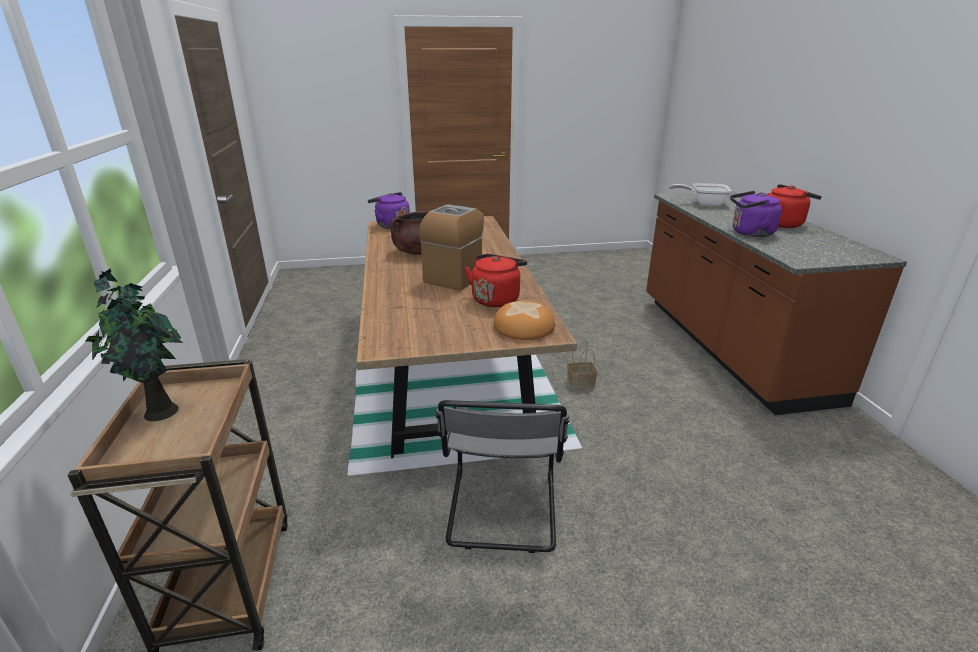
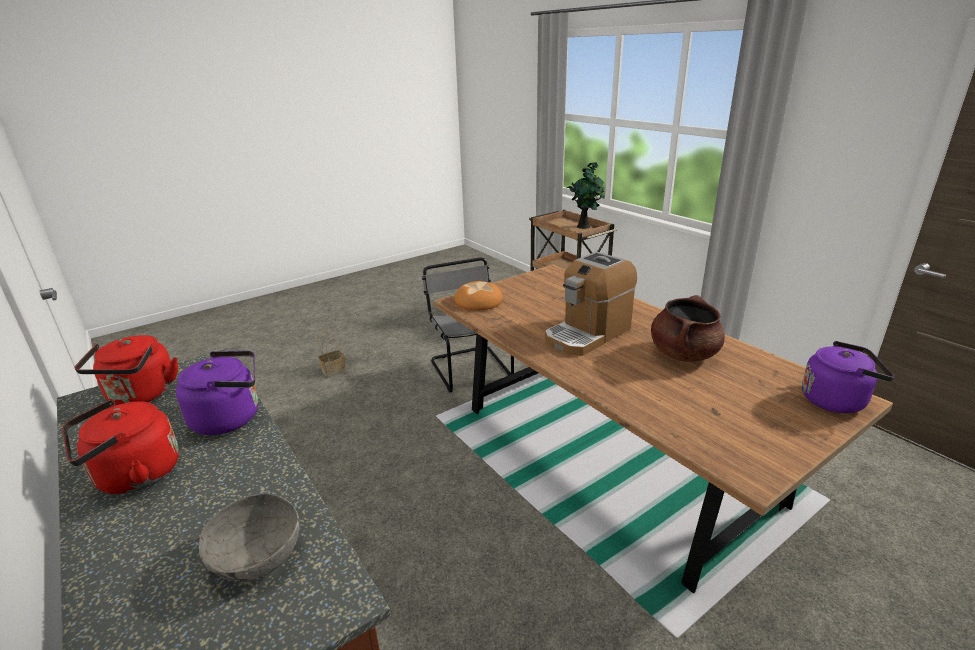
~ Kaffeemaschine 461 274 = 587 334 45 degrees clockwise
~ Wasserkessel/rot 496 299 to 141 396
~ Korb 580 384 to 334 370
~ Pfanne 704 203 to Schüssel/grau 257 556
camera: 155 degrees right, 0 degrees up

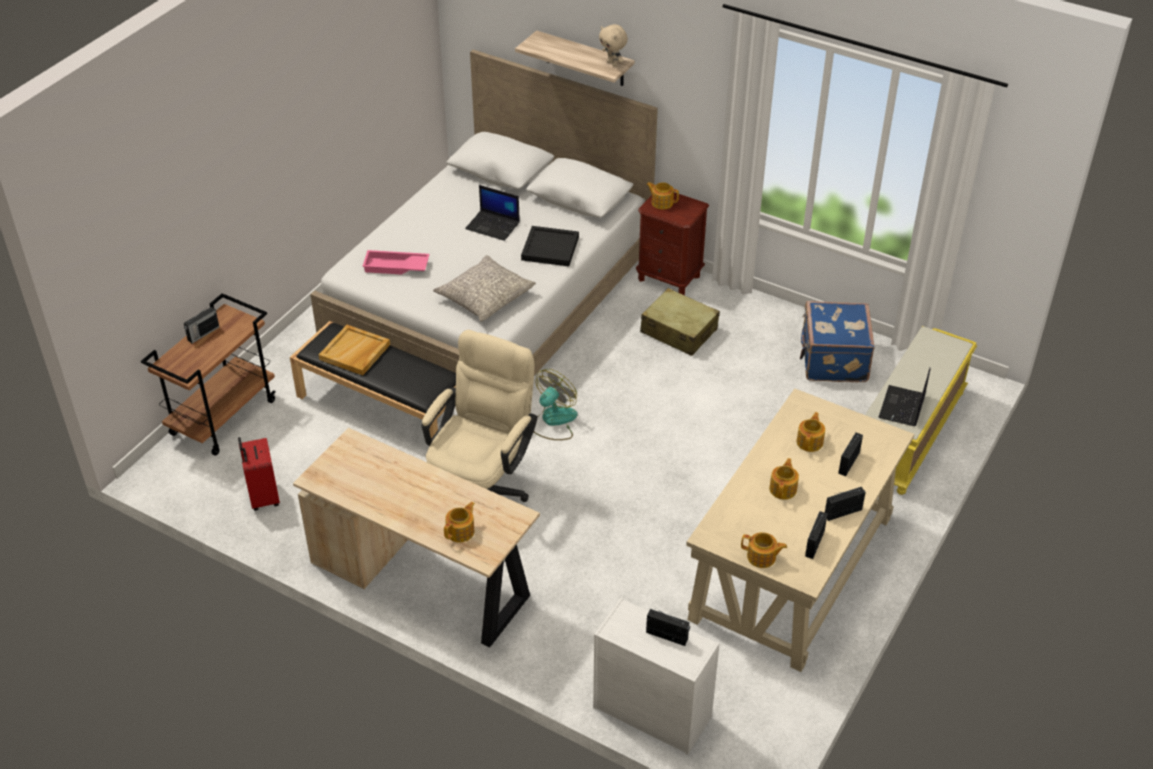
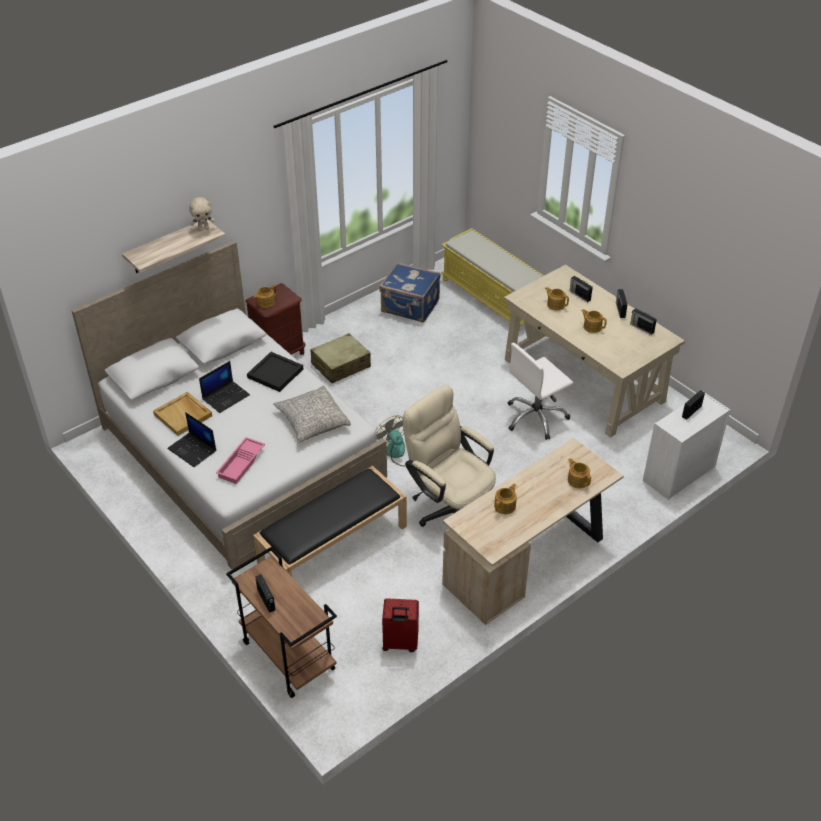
~ Tablett/beige 355 352 to 183 415
~ Teekanne 762 557 to 505 506
~ Laptop 902 407 to 193 450
+ Bürostuhl/weiß 536 417
camera: 70 degrees left, 0 degrees up

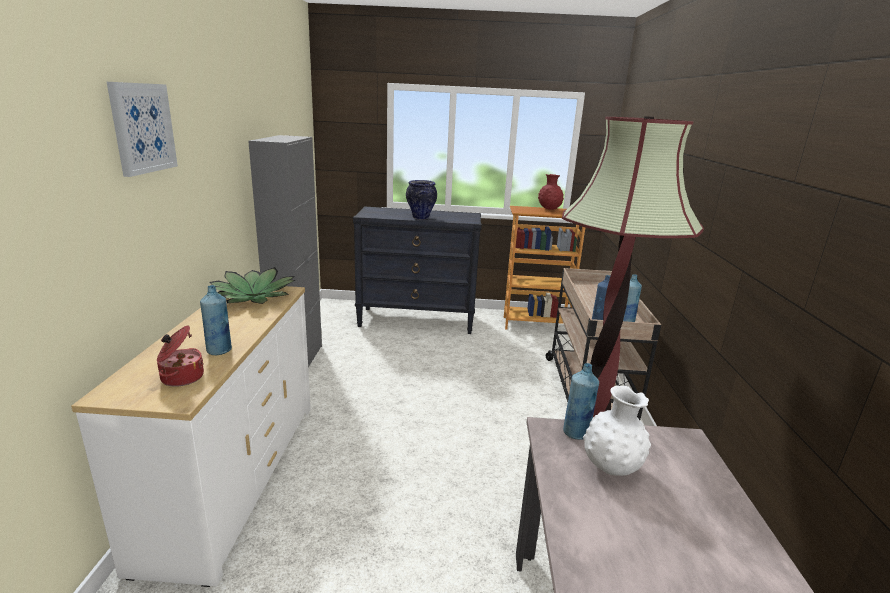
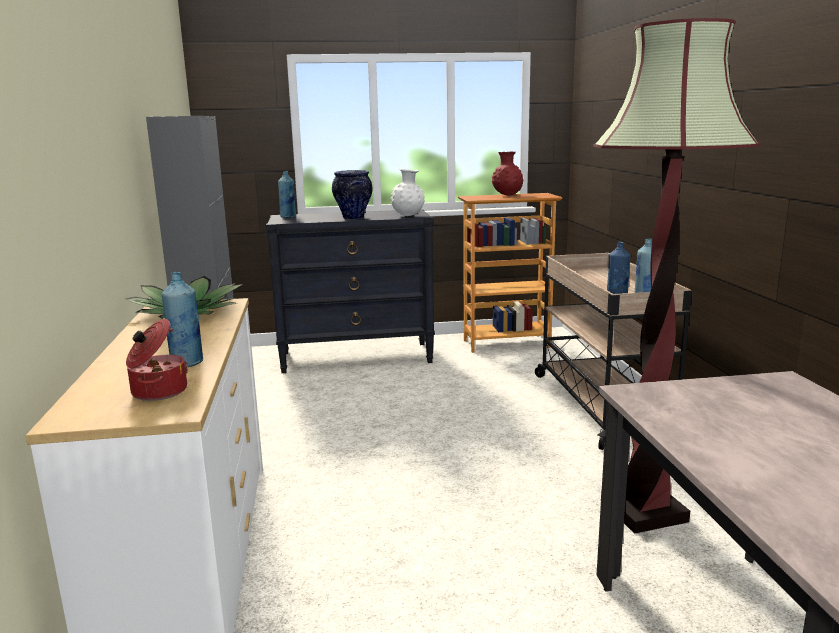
- Bild 142 128
~ Flasche/blau 576 433 to 288 217
~ Vase/weiß 611 467 to 408 216
camera: 10 degrees left, 5 degrees down

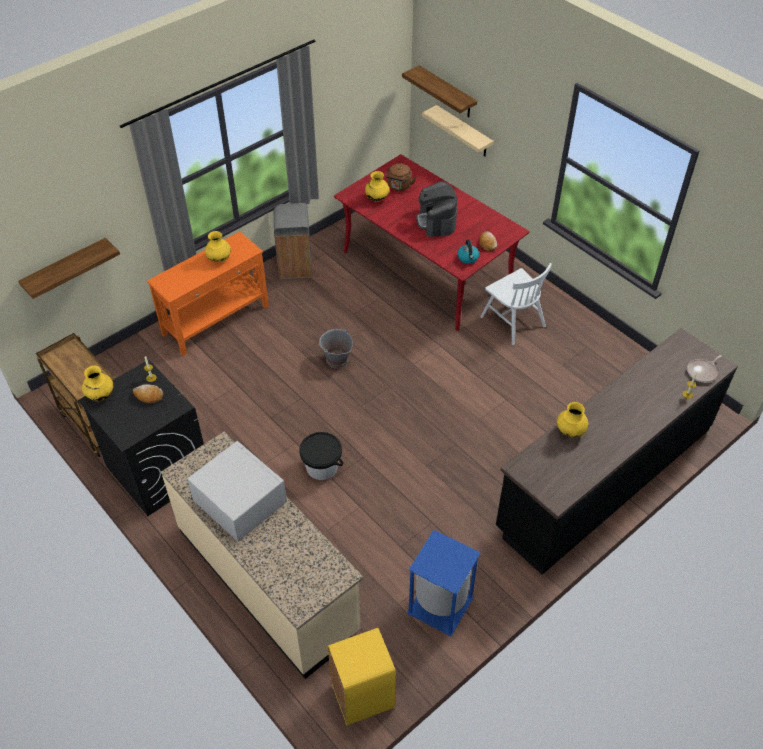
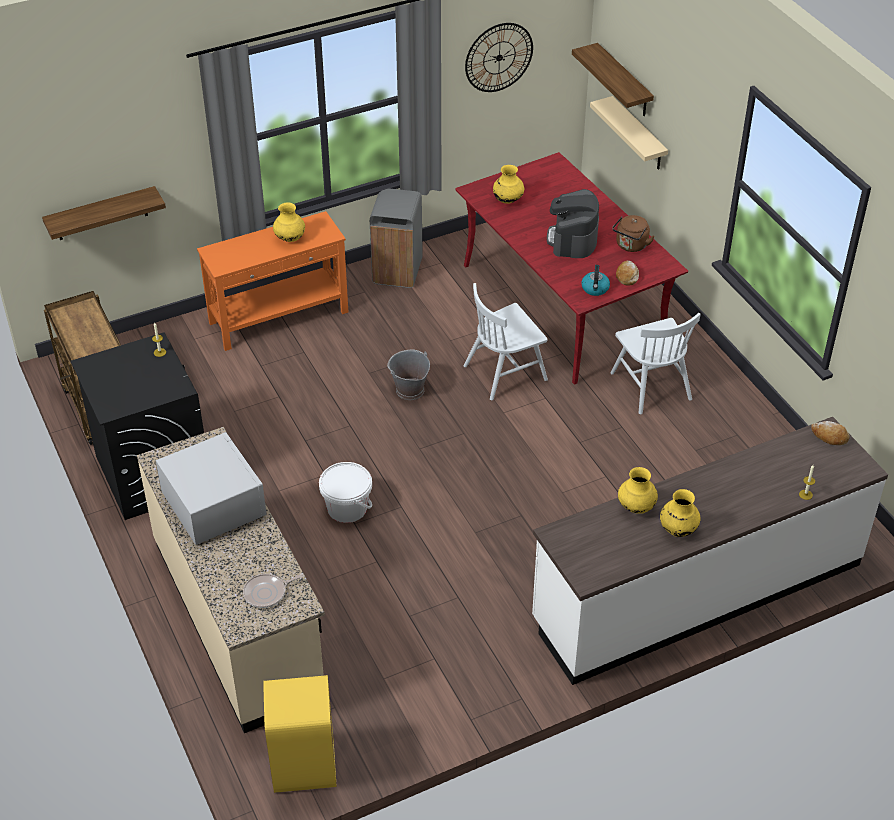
~ Vase/gelb 100 395 to 678 529
~ Brot 148 396 to 829 436
~ Eimer/schwarz 322 467 to Eimer/weiß 347 508
~ Wasserkessel/braun 399 186 to 631 246
- Mülleimer/blau 440 606
~ Küchenzeile/schwarz 604 477 to Küchenzeile/weiß 697 592
~ Pfanne 702 372 to 267 593
+ Stuhl/weiß 505 372
+ Wanduhr 499 57
camera: 15 degrees right, 5 degrees down

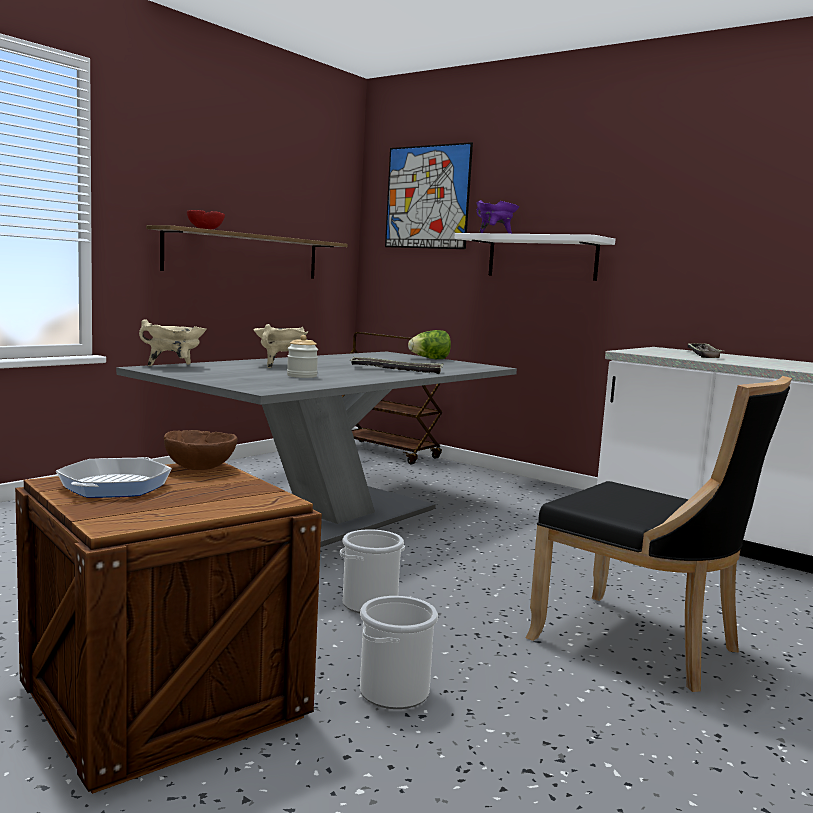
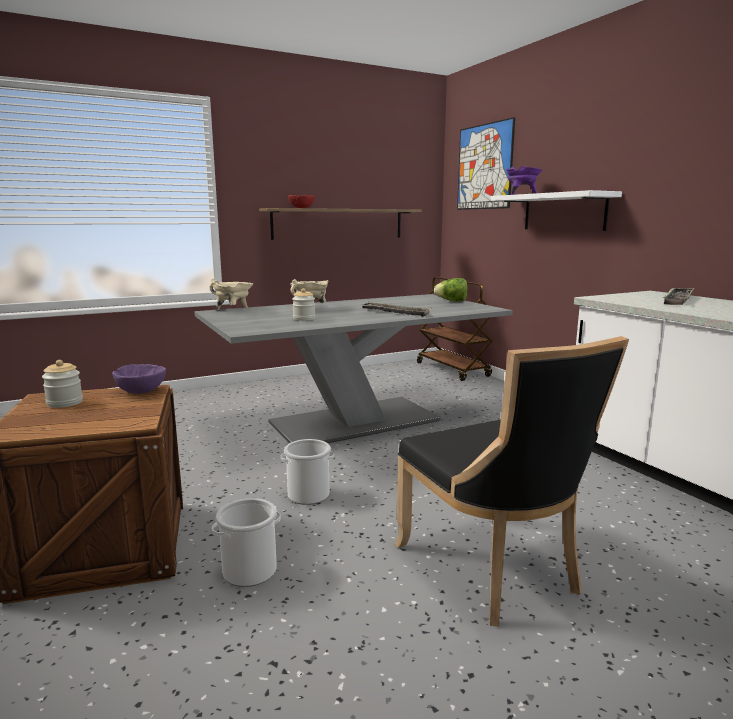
~ Pfanne 115 486 to Vorratsglas 65 403
~ Schüssel/braun 198 468 to Schüssel/lila 140 392
camera: 25 degrees right, 5 degrees up

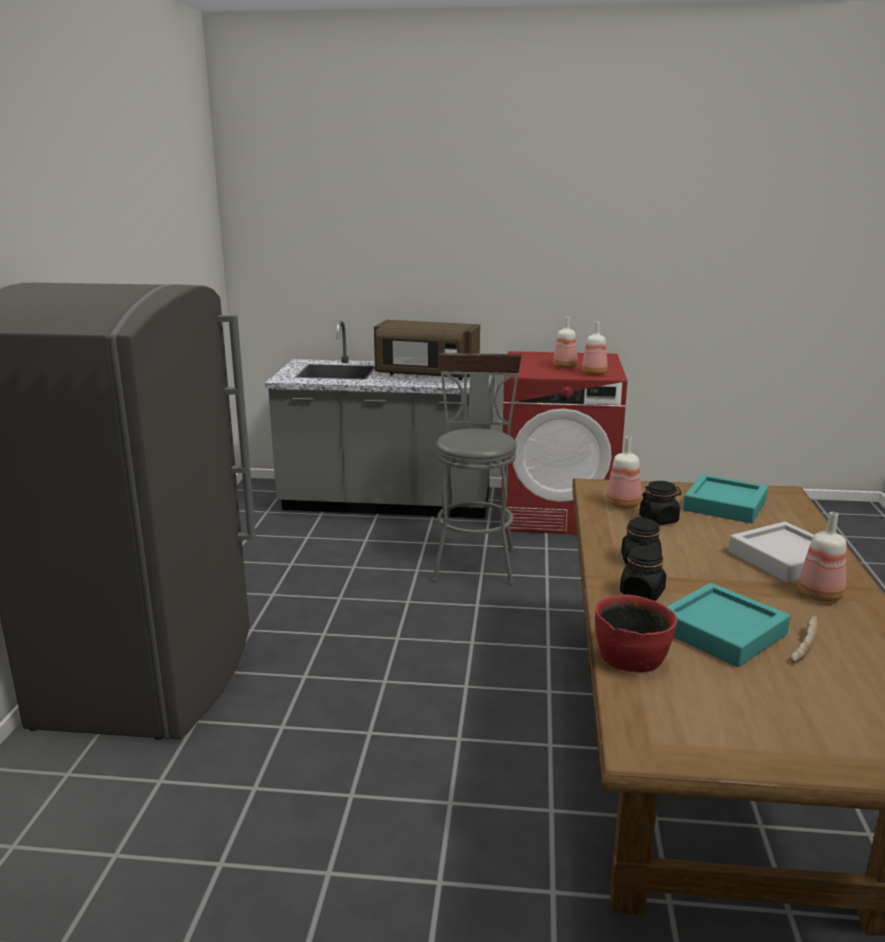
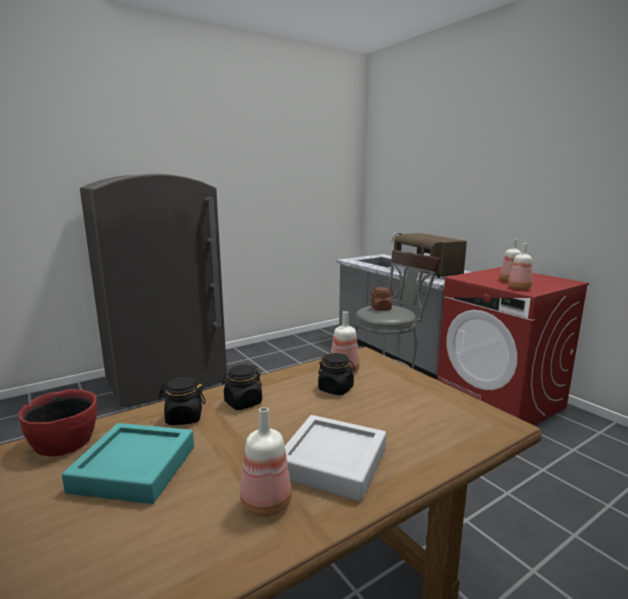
- Tablett/türkis 725 505
- Brot 802 646
+ Vorratsglas/braun 381 309
camera: 50 degrees right, 5 degrees down

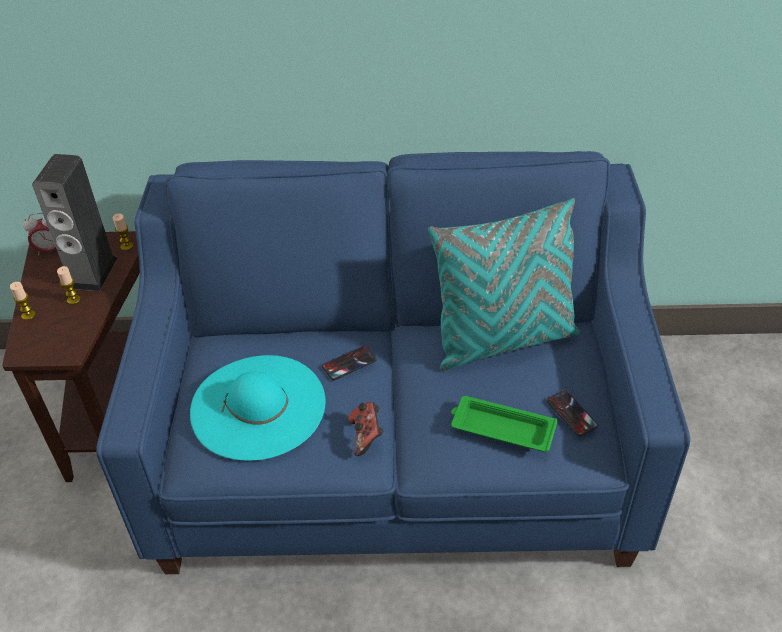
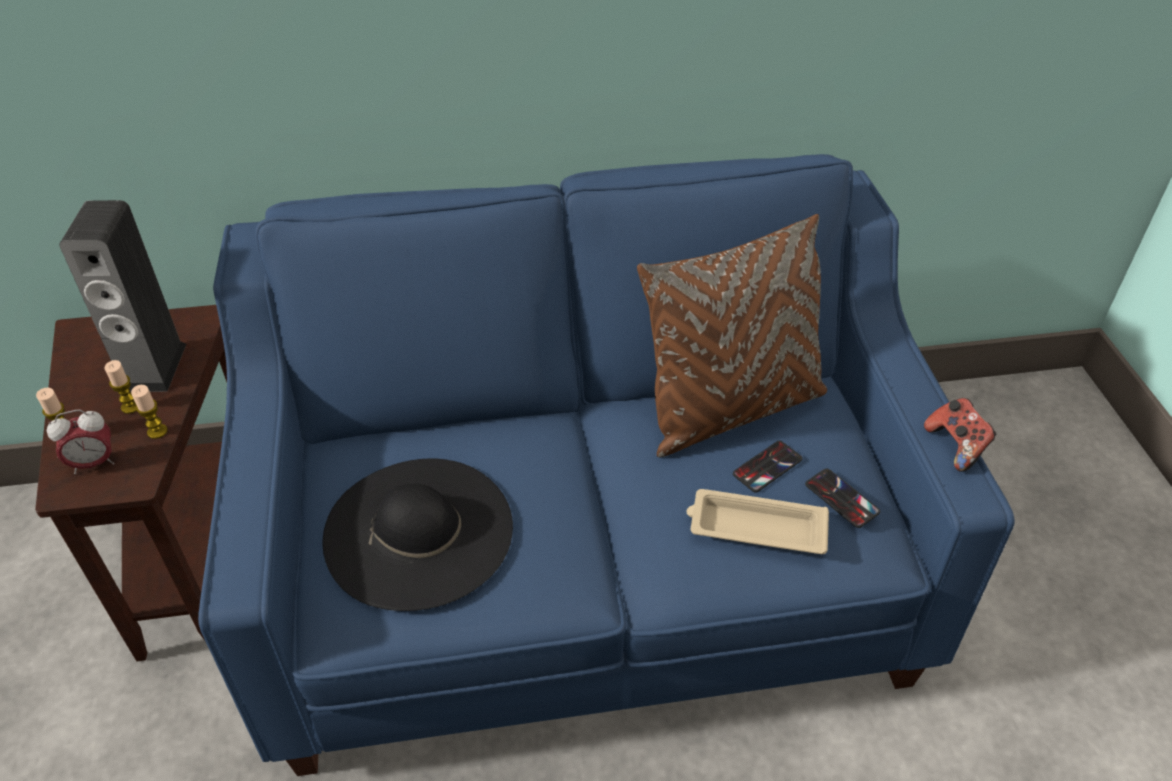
~ Wecker 50 250 to 94 463
~ Kerze 126 246 to 157 431
~ Hut/türkis 258 406 to Hut/schwarz 419 531
~ Handy 349 363 to 767 467
~ Gamepad 366 436 to 956 446
~ Kissen/türkis 503 340 to Kissen/braun 730 409
~ Tablett/grün 501 428 to Tablett/beige 755 528
camera: 10 degrees left, 0 degrees up

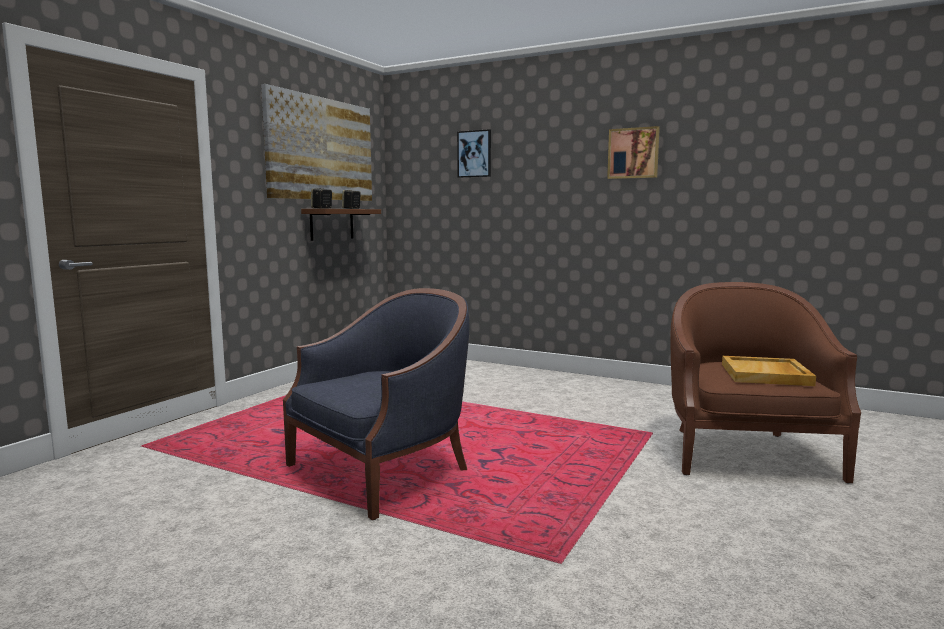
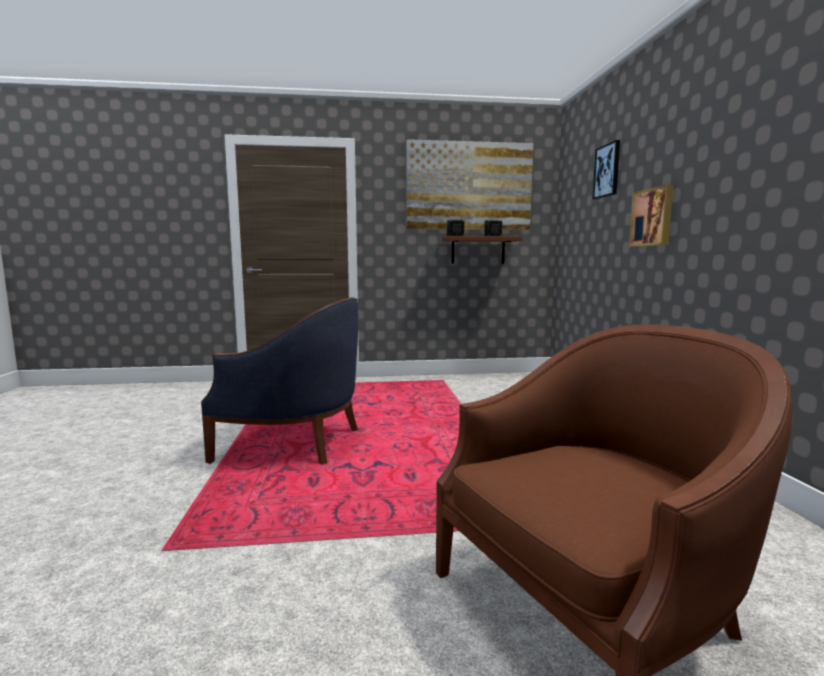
~ Bild 633 153 to 653 217
- Tablett/beige 766 375
camera: 55 degrees right, 0 degrees up

